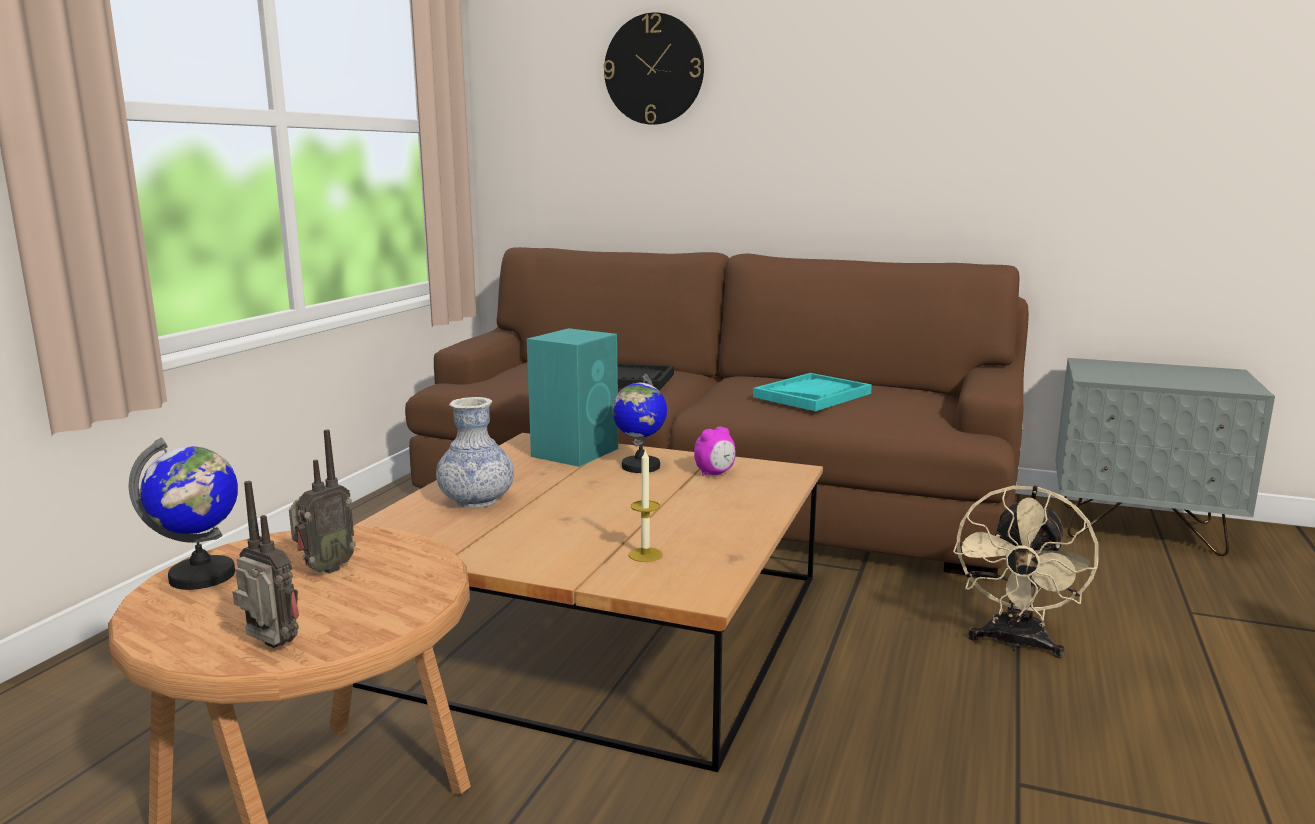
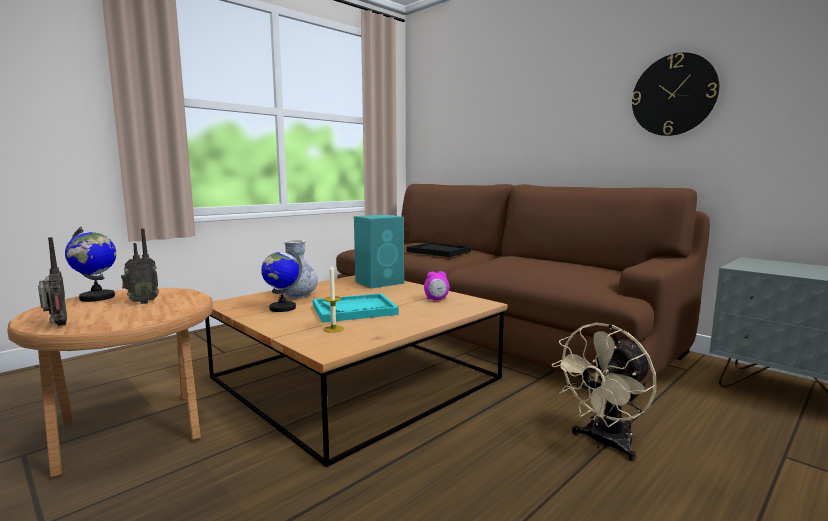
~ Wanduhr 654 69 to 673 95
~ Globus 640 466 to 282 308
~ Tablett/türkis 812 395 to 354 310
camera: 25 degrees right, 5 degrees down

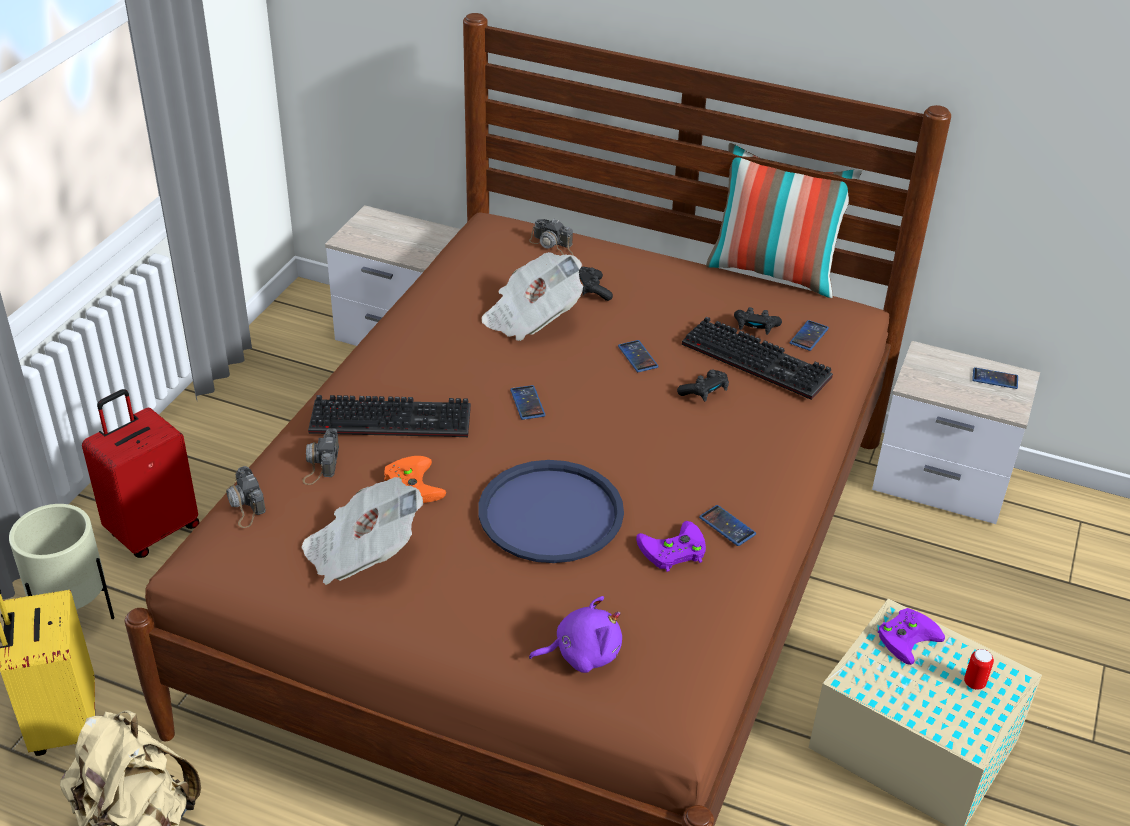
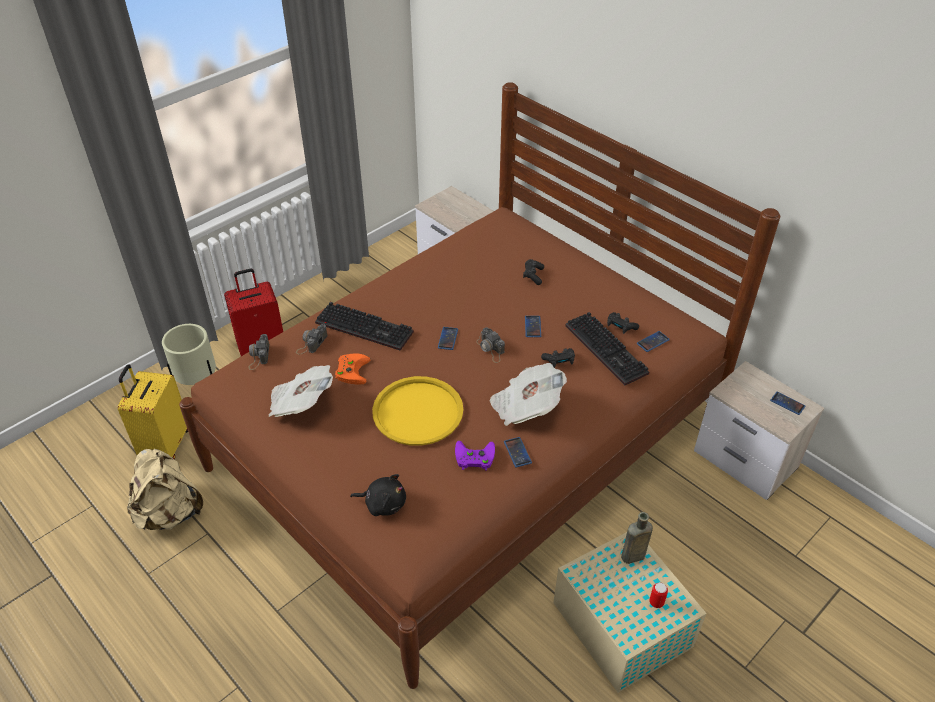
~ Tablett/blau 550 513 to Tablett/gelb 417 411
~ Zeitung 531 318 to 525 407
~ Kamera 553 245 to 491 349
~ Plüschtier/lila 582 653 to Plüschtier/schwarz 383 503
- Kissen 773 273
~ Gamepad/lila 907 636 to Flasche/braun 631 556
camera: 25 degrees right, 5 degrees up

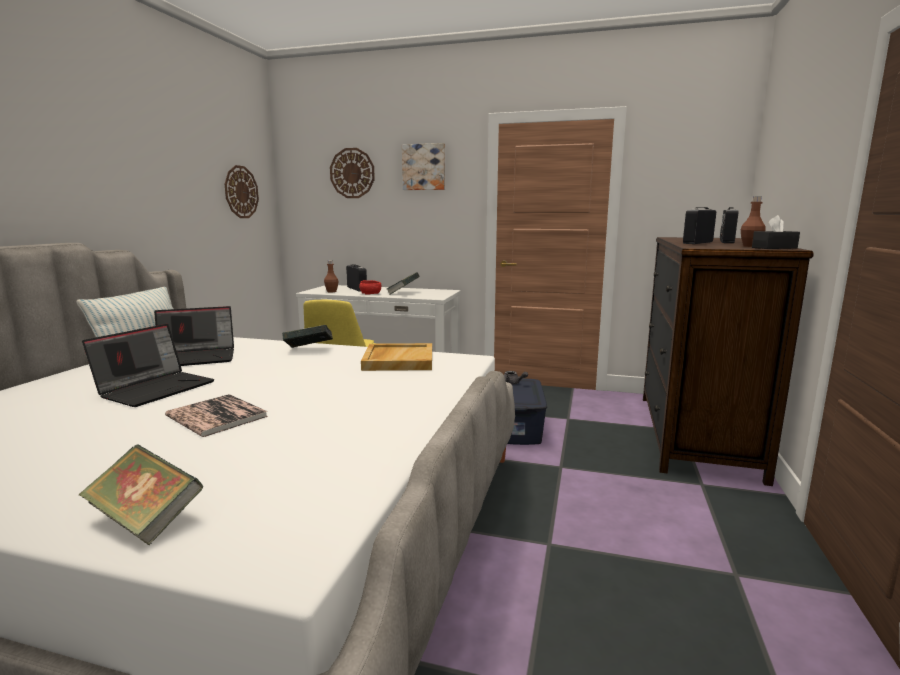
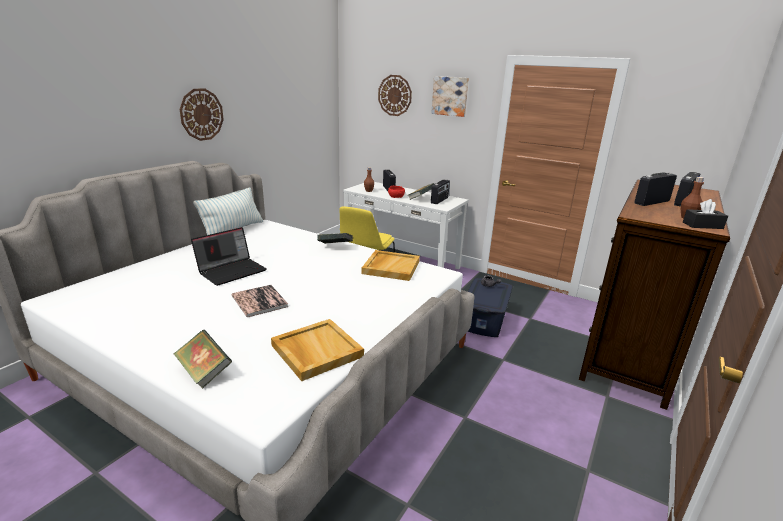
- Laptop 197 357
~ Wanduhr 241 192 to 201 114
+ Tablett/beige 316 351
+ Radio 440 200
camera: 15 degrees right, 10 degrees up

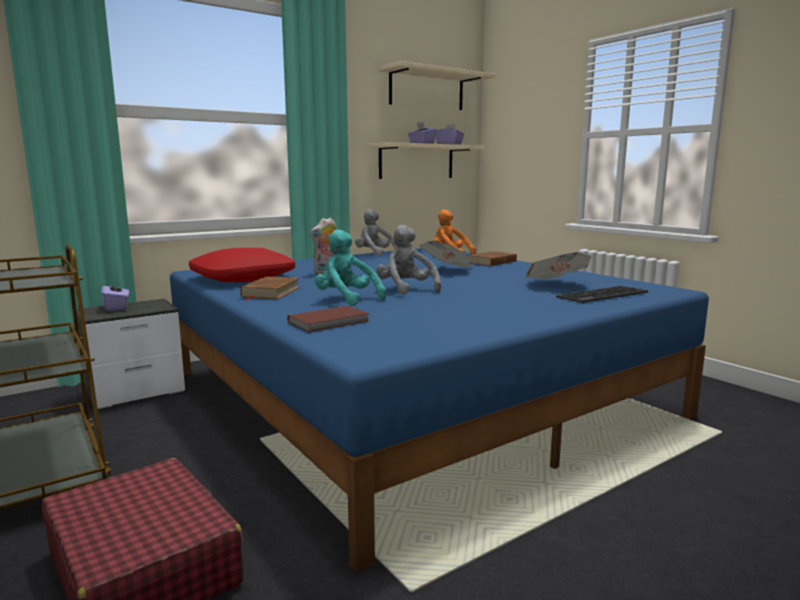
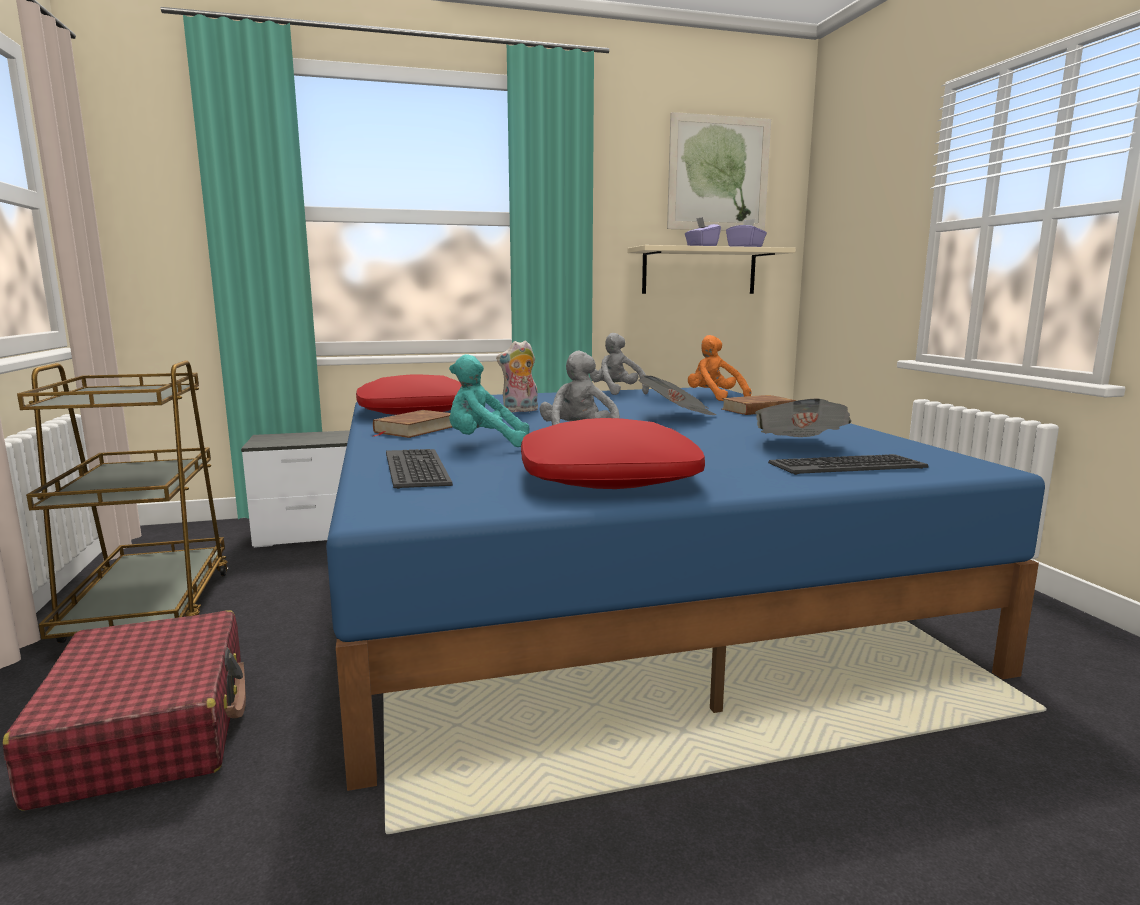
- Taschentuchbox/lila 117 307
~ Buch/braun 330 322 to Tastatur 418 469
~ Plüschtier/türkis 347 299 = 484 444 60 degrees counterclockwise
~ Wandregal/beige 427 90 to Bild 718 174
+ Kissen/rot 609 477
camera: 20 degrees right, 0 degrees up

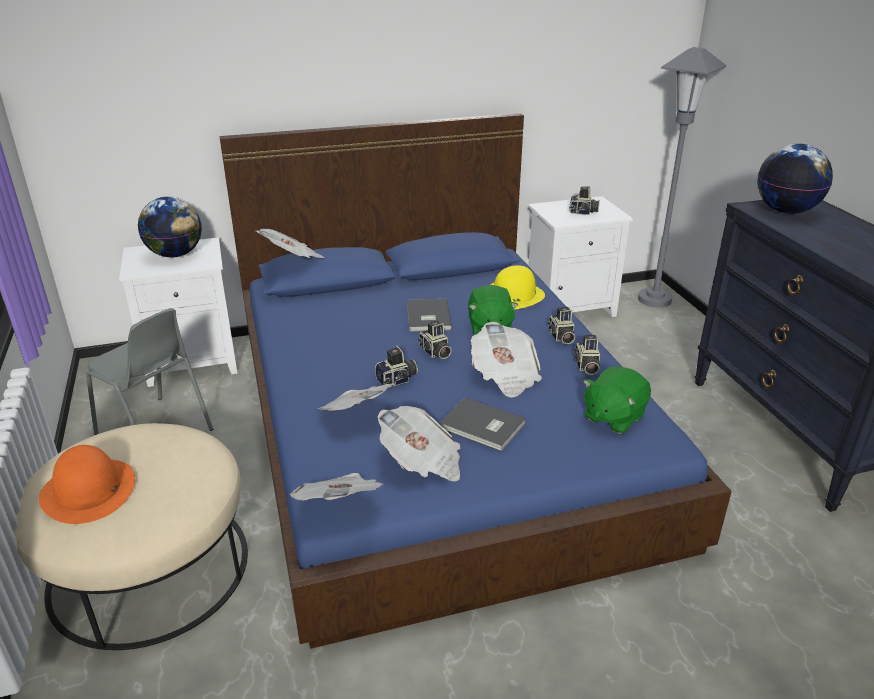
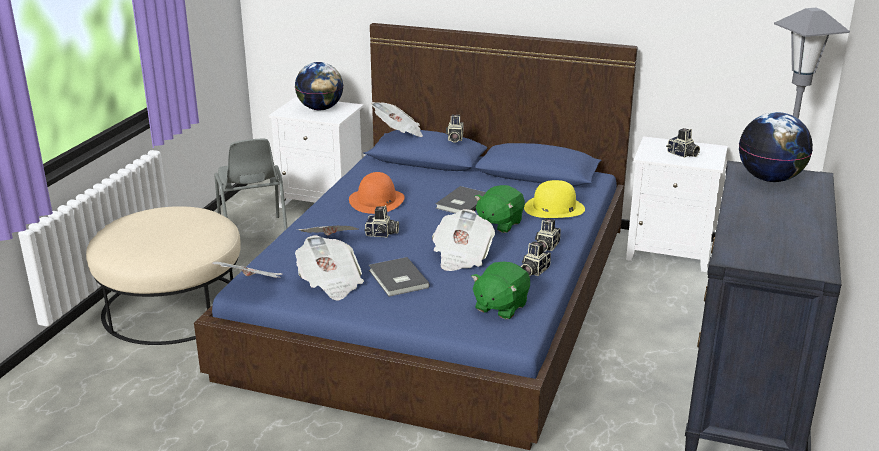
~ Hut/orange 89 490 to 376 200
~ Kamera 435 352 to 454 139
~ Plüschtier/grün 613 417 = 500 307 45 degrees counterclockwise
camera: 35 degrees right, 5 degrees down

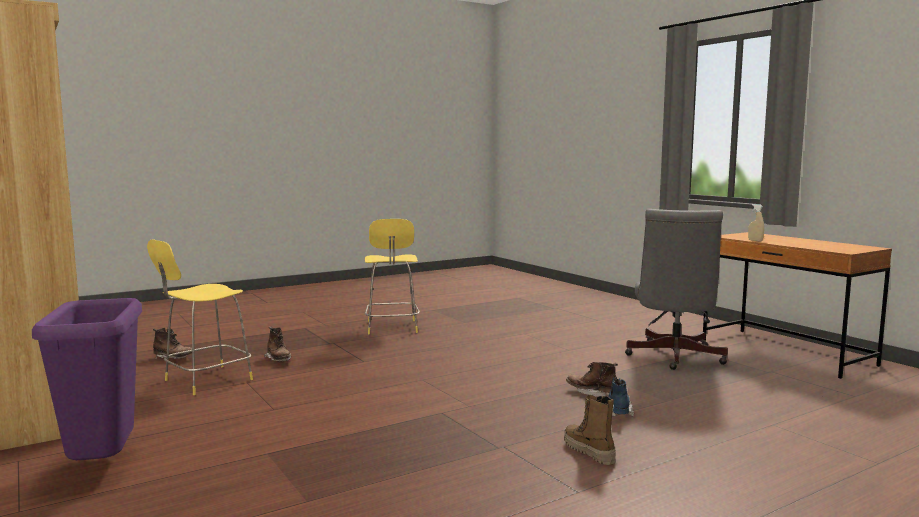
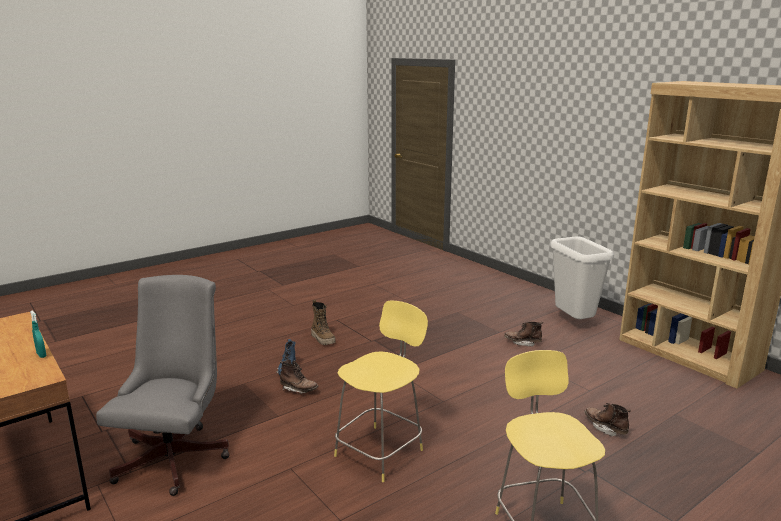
~ Mülleimer/lila 102 466 to Mülleimer/weiß 574 322
~ Hocker/gelb 205 381 to 381 451
~ Stiefel/braun 173 358 to 522 343
~ Sprühflasche/beige 755 240 to Sprühflasche/türkis 41 355
camera: 175 degrees right, 10 degrees up

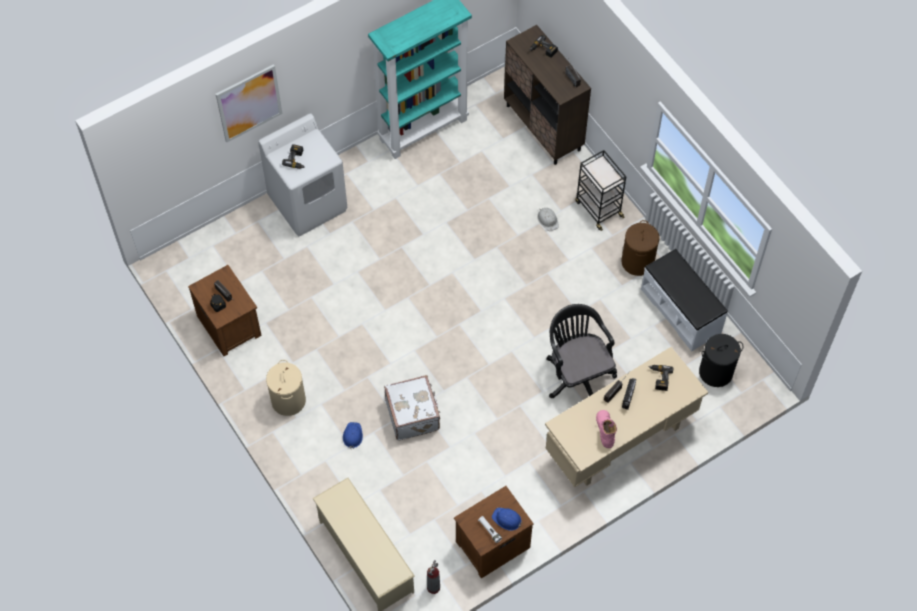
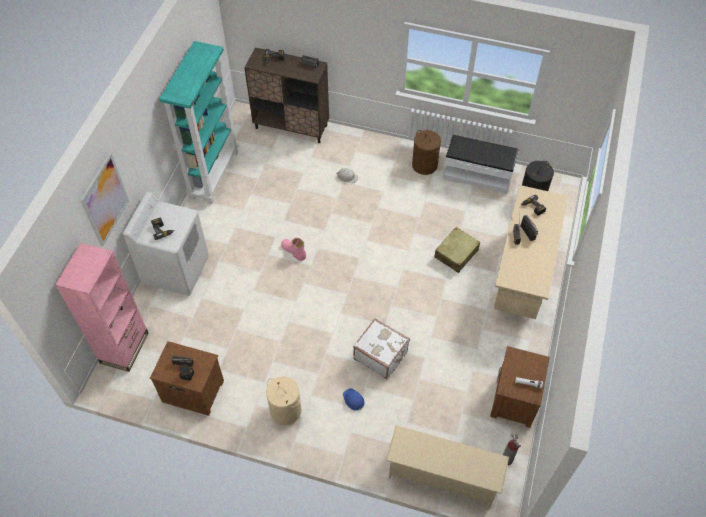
- Schutzhelm/blau 507 519
~ Bürostuhl/schwarz 577 374 to Koffer/beige 456 254
- Rollwagen/schwarz 598 208
~ Stiefel/rosa 605 430 to 293 251
+ Bücherregal/rosa 124 348
camera: 40 degrees left, 5 degrees down

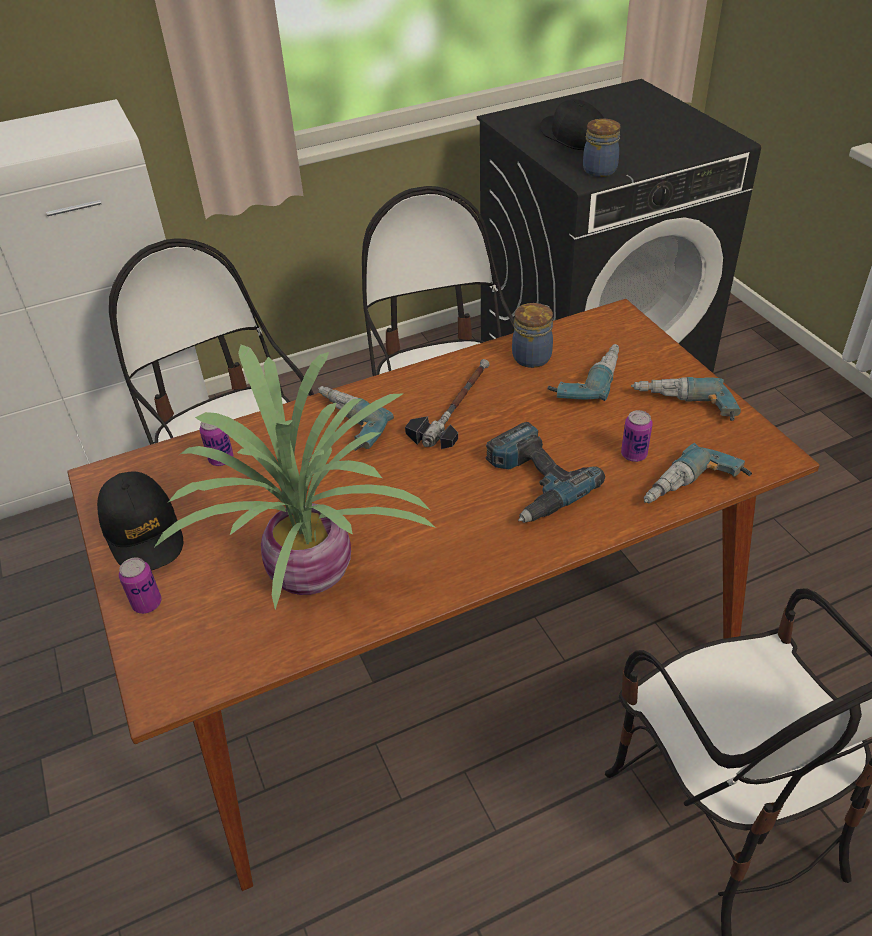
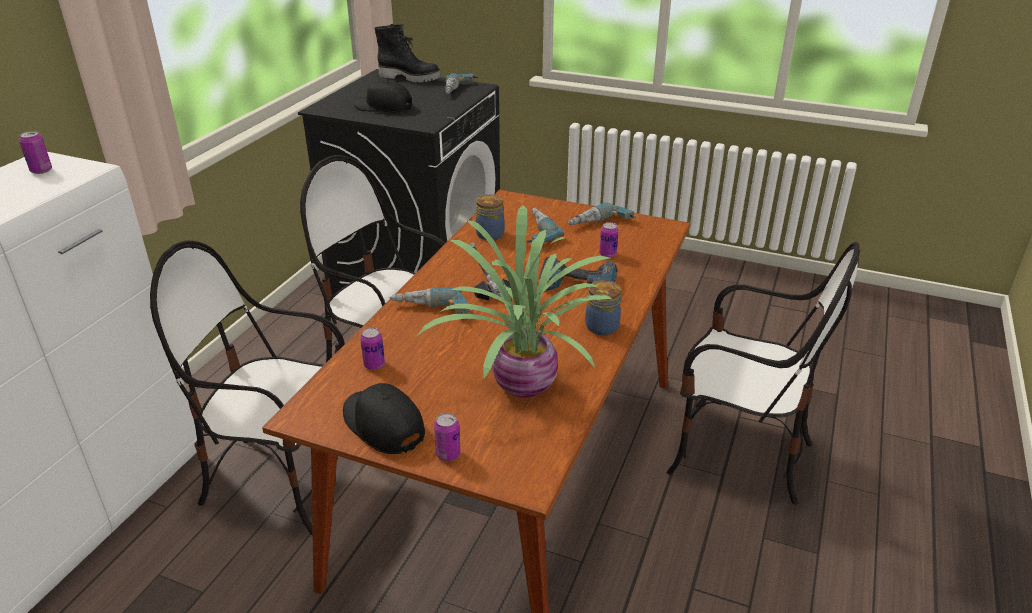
~ Kappe/schwarz 143 532 = 383 425 150 degrees counterclockwise
~ Vorratsglas 601 170 to 602 326
~ Bohrmaschine 694 492 to 461 90
+ Dose 41 170
+ Stiefel/schwarz 410 78
camera: 45 degrees left, 10 degrees down

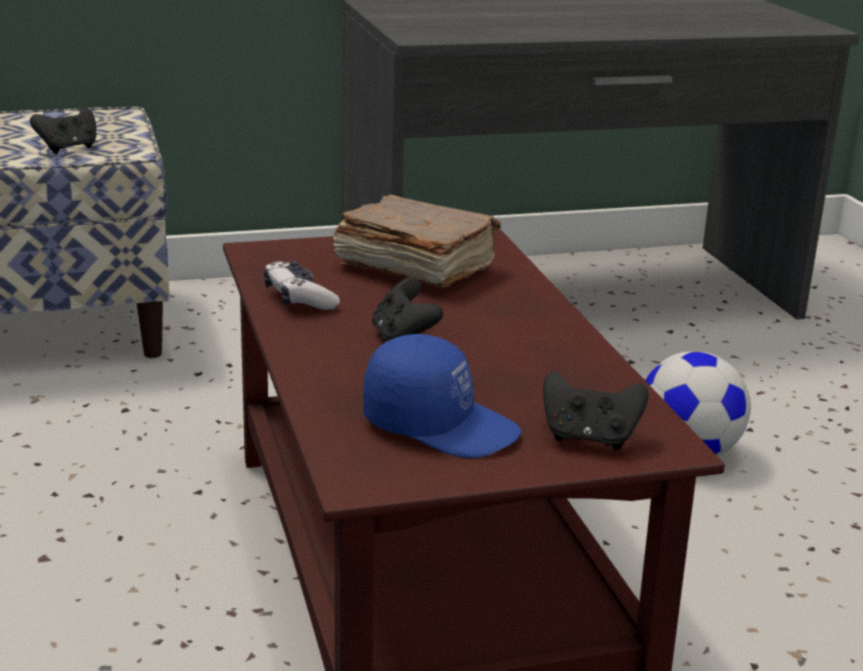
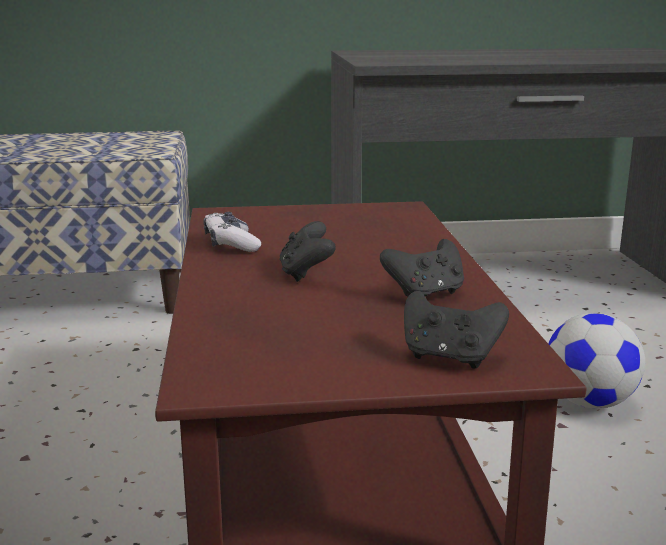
~ Gamepad/schwarz 68 148 to 425 294
- Buch/braun 414 267
- Kappe/blau 441 425
camera: 10 degrees right, 5 degrees down

